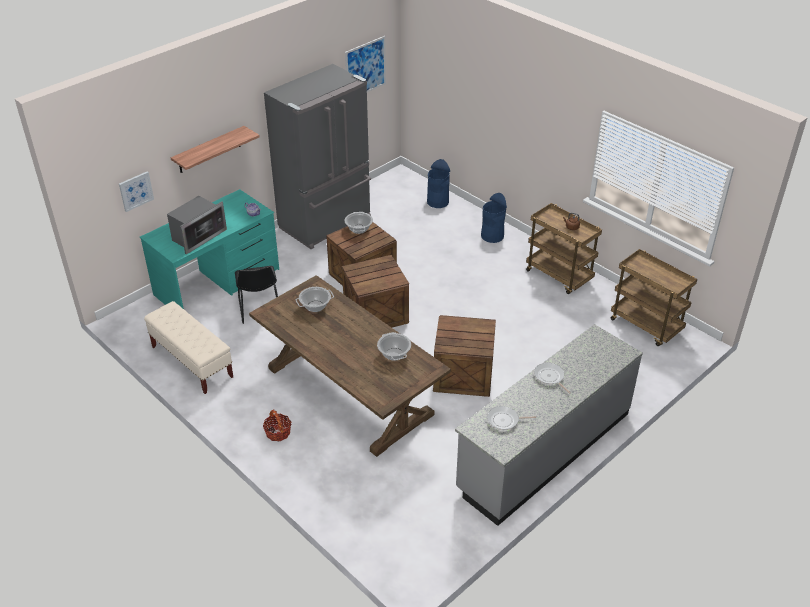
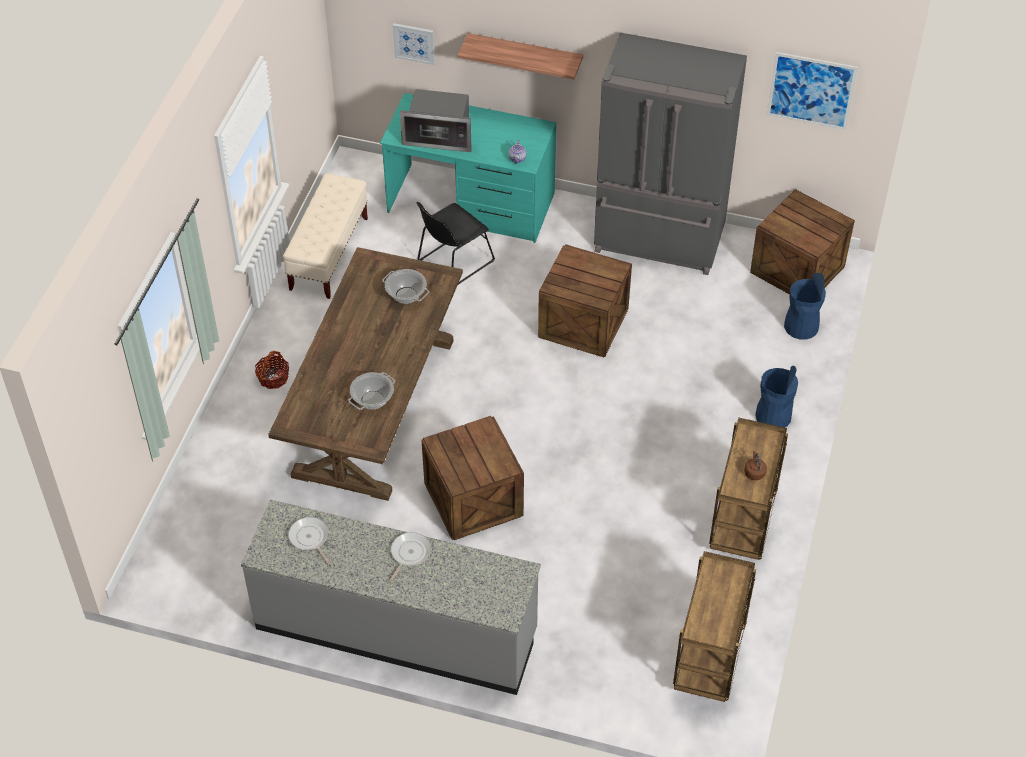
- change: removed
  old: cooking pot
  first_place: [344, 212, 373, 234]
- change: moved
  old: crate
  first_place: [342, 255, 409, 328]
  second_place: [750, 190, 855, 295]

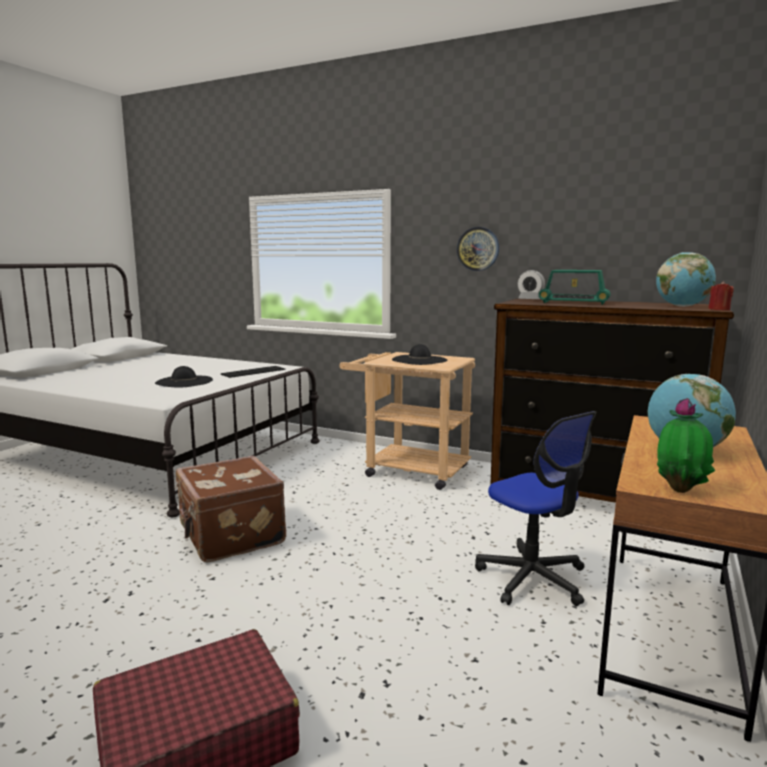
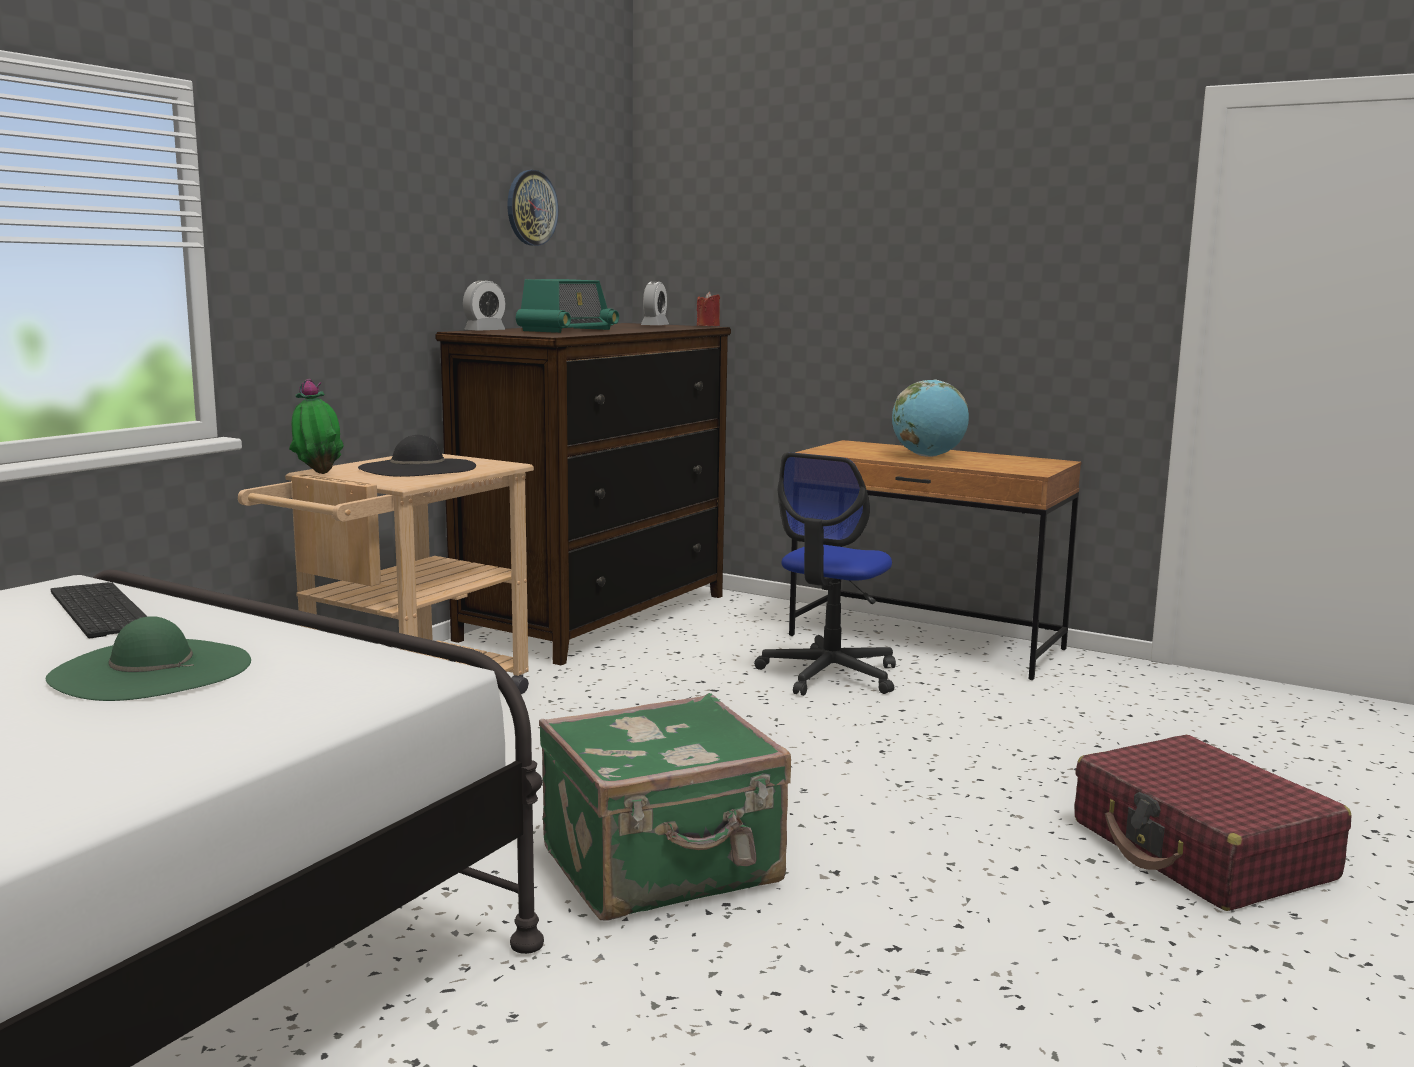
- change: moved
  old: wall clock
  first_place: [457, 227, 499, 271]
  second_place: [507, 170, 558, 246]
- change: replaced
  old: globe
  new: alarm clock
  first_place: [656, 252, 716, 307]
  second_place: [641, 281, 669, 325]
- change: recoloured
  old: hat (black)
  new: hat (green)
  first_place: [155, 366, 213, 387]
  second_place: [46, 616, 251, 701]
- change: moved
  old: potted plant
  first_place: [657, 398, 715, 493]
  second_place: [289, 378, 344, 474]
- change: turned
  old: office chair
  first_place: [475, 411, 596, 606]
  second_place: [754, 452, 896, 696]
  degrees: 150
- change: recoloured
  old: suitcase (brown)
  new: suitcase (green)
  first_place: [175, 456, 286, 563]
  second_place: [539, 693, 791, 920]

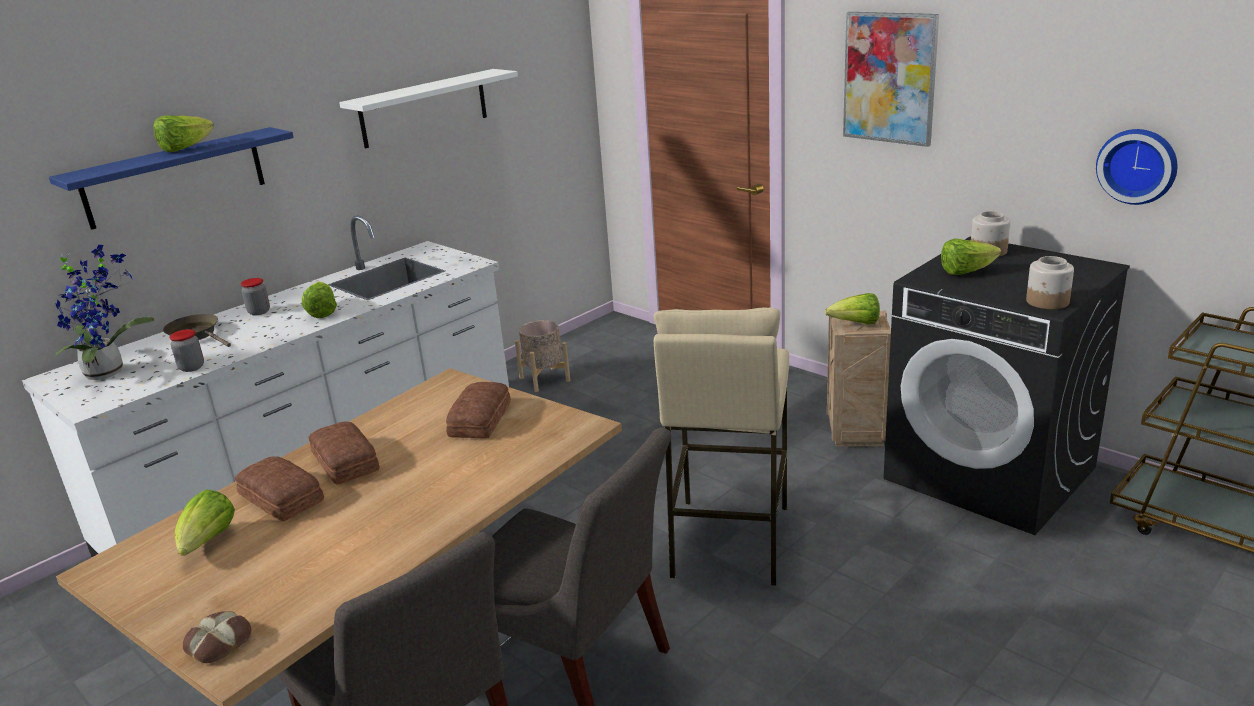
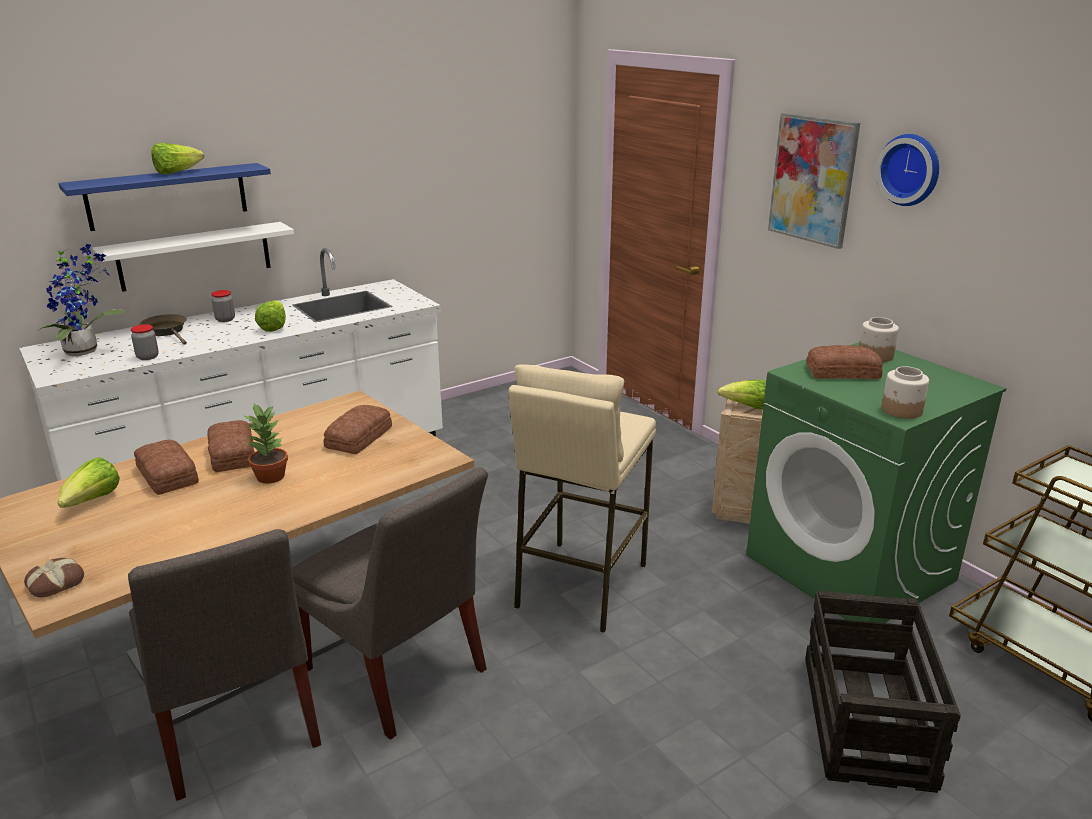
- change: moved
  old: shelf (white)
  first_place: [339, 69, 518, 148]
  second_place: [93, 222, 294, 292]
- change: moved
  old: wall clock
  first_place: [1096, 129, 1178, 205]
  second_place: [876, 134, 939, 206]
- change: recoloured
  old: washing machine (black)
  new: washing machine (green)
  first_place: [883, 237, 1130, 535]
  second_place: [746, 342, 1007, 623]
- change: replaced
  old: lettuce
  new: bread
  first_place: [941, 238, 1001, 275]
  second_place: [806, 345, 883, 379]
- change: removed
  old: planter (beige)
  first_place: [515, 320, 570, 392]
- change: added
  new: potted plant
  second_place: [245, 404, 288, 483]
- change: added
  new: crate
  second_place: [805, 590, 961, 793]

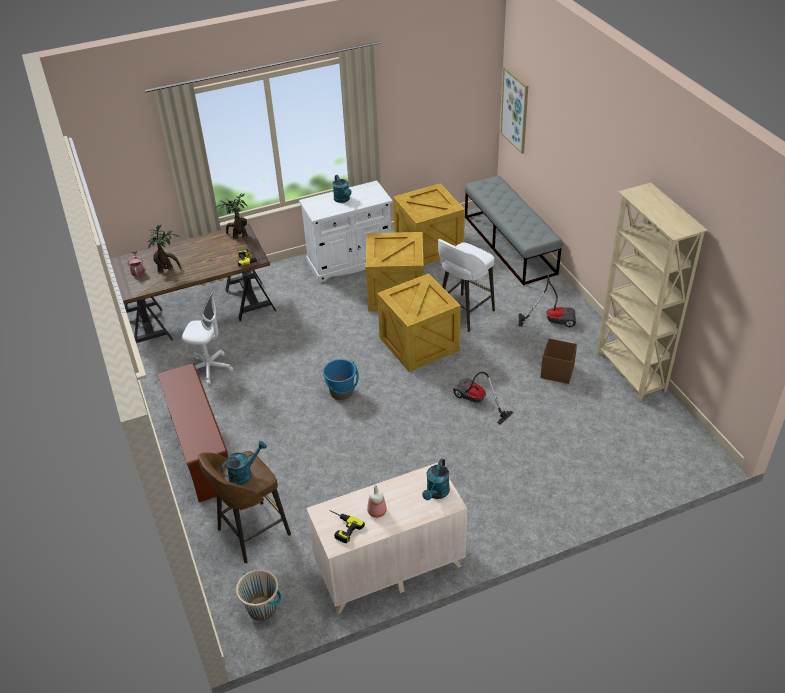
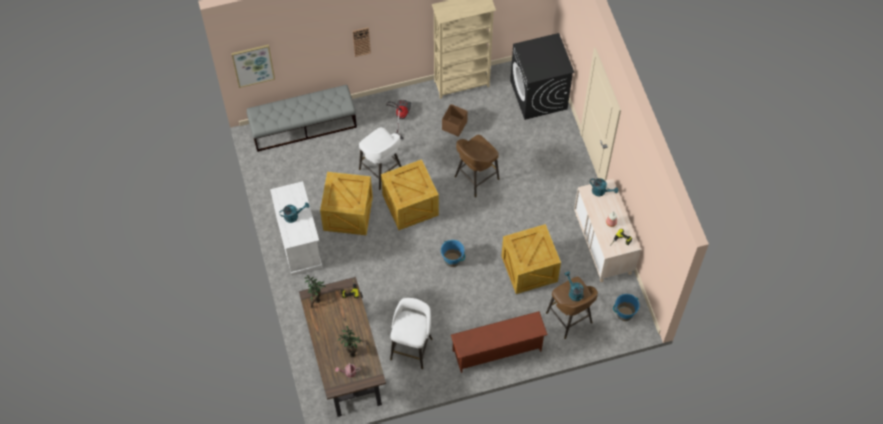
- change: moved
  old: crate
  first_place: [393, 183, 465, 265]
  second_place: [502, 224, 561, 294]
- change: replaced
  old: office chair (white)
  new: stool (white)
  first_place: [182, 290, 233, 385]
  second_place: [390, 298, 433, 369]
- change: replaced
  old: vacuum cleaner
  new: stool (brown)
  first_place: [453, 372, 514, 425]
  second_place: [455, 135, 499, 197]
- change: recoloured
  old: bucket (beige)
  new: bucket (blue)
  first_place: [236, 569, 281, 621]
  second_place: [613, 294, 639, 321]
- change: added
  new: wall clock
  second_place: [353, 27, 371, 57]
- change: added
  new: washing machine (black)
  second_place: [510, 33, 574, 120]

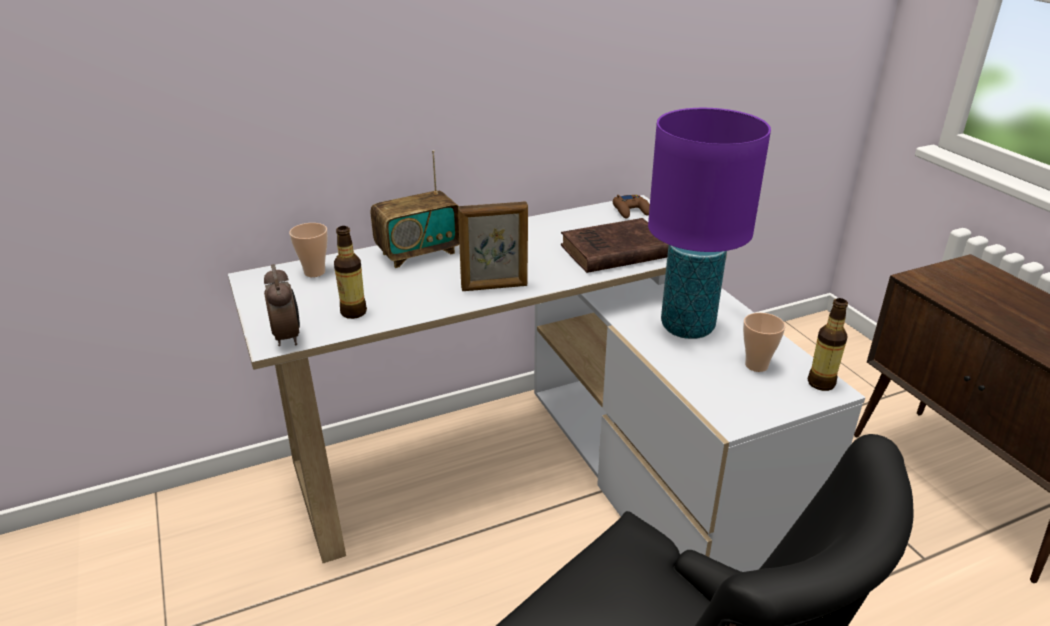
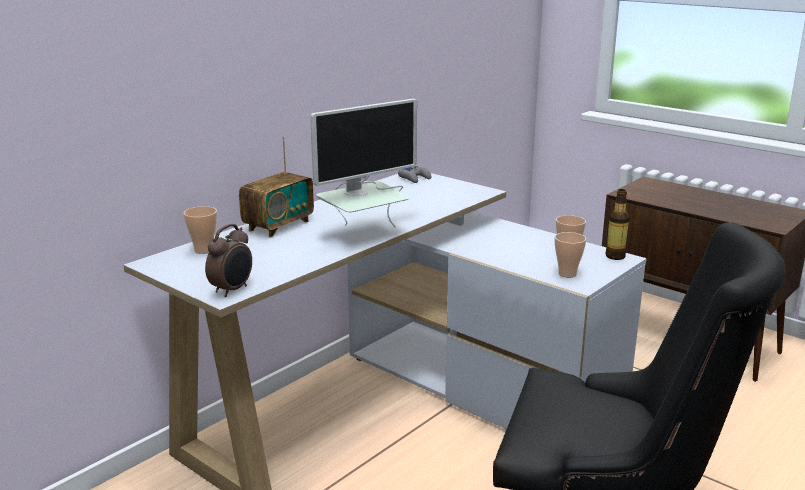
- change: removed
  old: table lamp (purple)
  first_place: [648, 108, 771, 339]
- change: recoloured
  old: game controller (brown)
  new: game controller (grey)
  first_place: [613, 195, 650, 218]
  second_place: [398, 166, 432, 183]
- change: replaced
  old: picture frame
  new: monitor
  first_place: [458, 201, 528, 291]
  second_place: [310, 99, 417, 227]
- change: removed
  old: book (brown)
  first_place: [561, 218, 669, 273]
- change: removed
  old: bottle
  first_place: [334, 226, 367, 319]
- change: turned
  old: alarm clock
  first_place: [264, 264, 300, 346]
  second_place: [205, 224, 252, 297]
  degrees: 75
- change: added
  new: cup
  second_place: [555, 232, 586, 278]

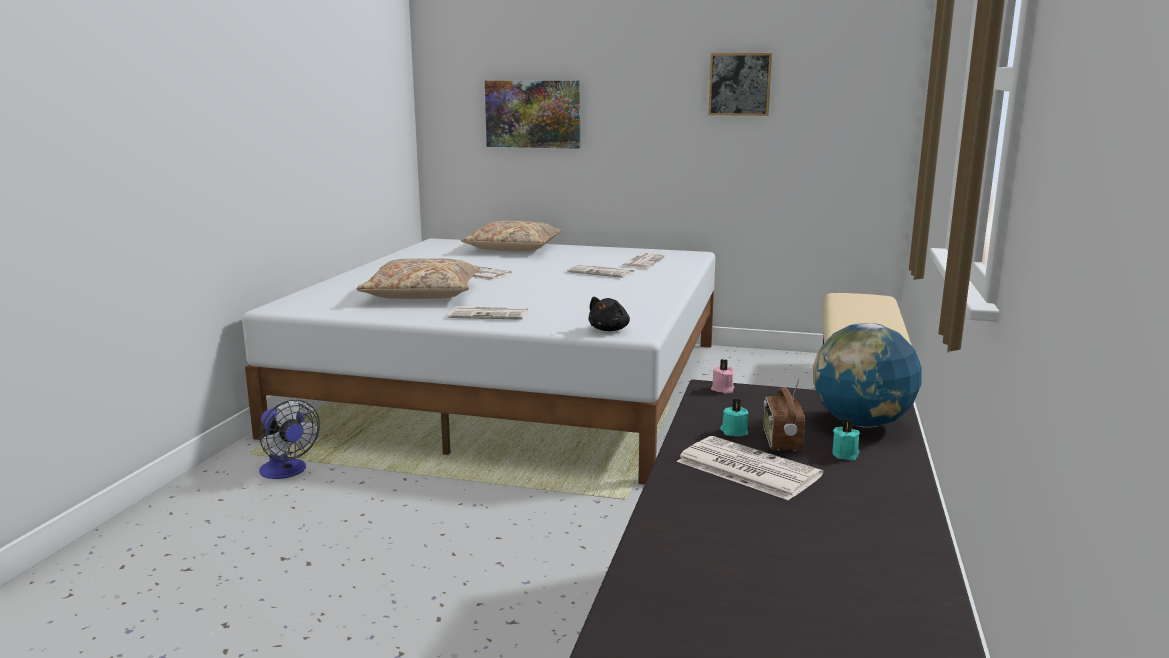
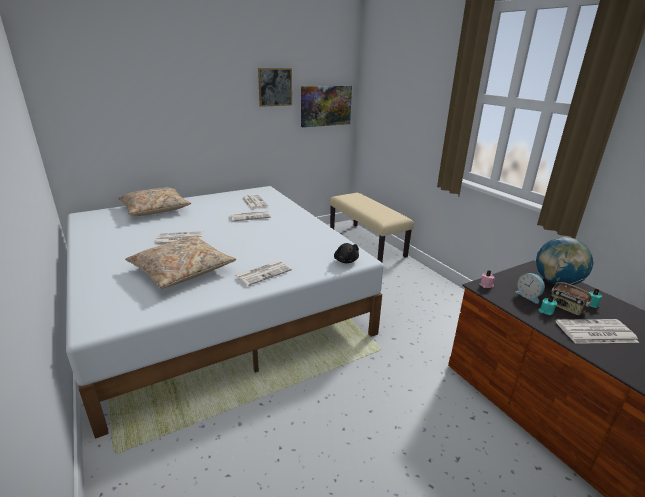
- change: moved
  old: picture
  first_place: [485, 81, 580, 149]
  second_place: [301, 86, 352, 127]
- change: removed
  old: fan
  first_place: [259, 400, 320, 479]
- change: added
  new: alarm clock
  second_place: [515, 273, 545, 304]

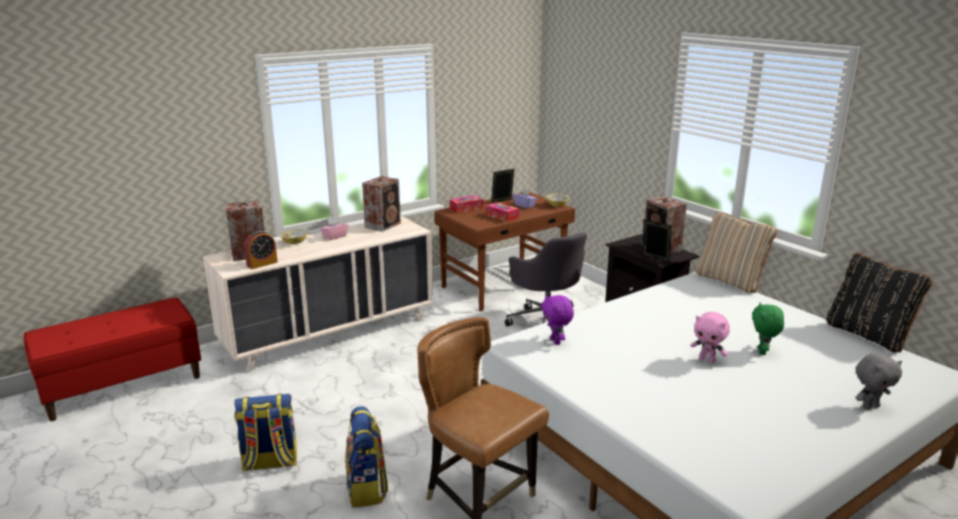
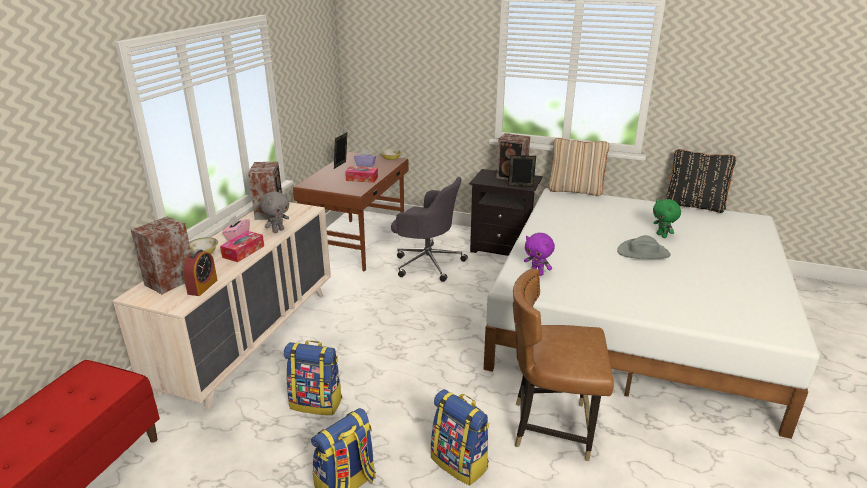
- change: moved
  old: tissue box
  first_place: [450, 195, 483, 213]
  second_place: [220, 231, 264, 262]
- change: replaced
  old: plush toy (pink)
  new: hat (grey)
  first_place: [691, 312, 730, 363]
  second_place: [617, 235, 671, 259]
- change: moved
  old: plush toy (grey)
  first_place: [856, 353, 902, 410]
  second_place: [260, 192, 289, 233]
- change: added
  new: backpack
  second_place: [284, 341, 343, 415]

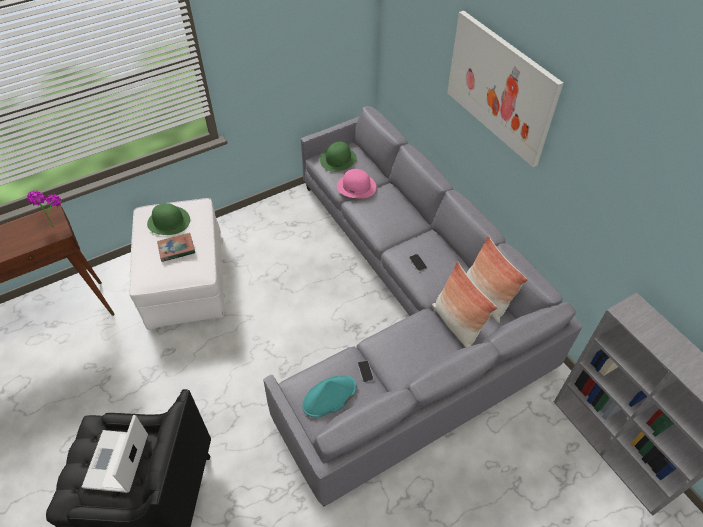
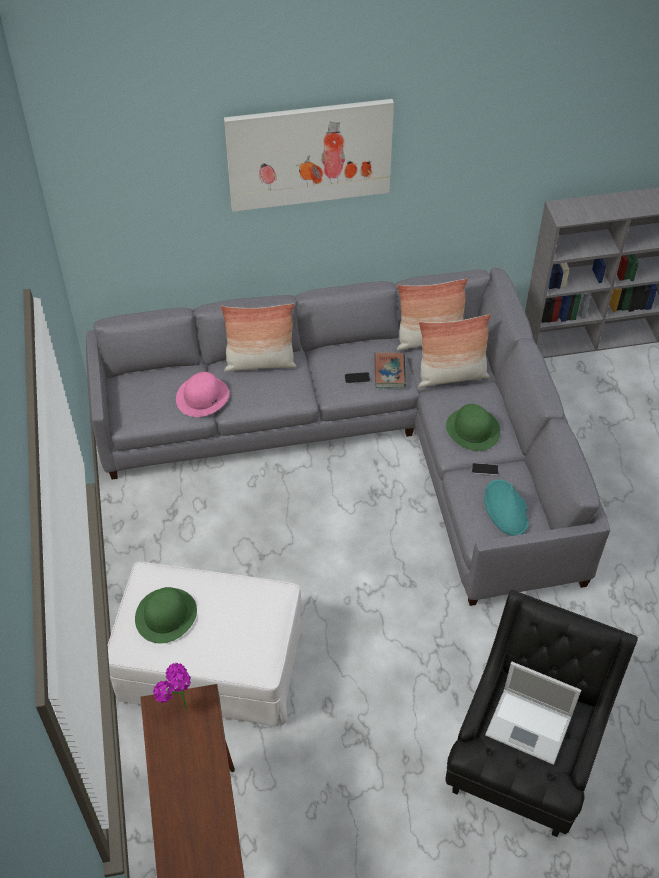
- change: moved
  old: hat (green)
  first_place: [320, 141, 357, 172]
  second_place: [446, 404, 500, 451]
- change: moved
  old: book
  first_place: [157, 233, 195, 262]
  second_place: [375, 352, 406, 388]
- change: added
  new: pillow
  second_place: [221, 304, 297, 372]

